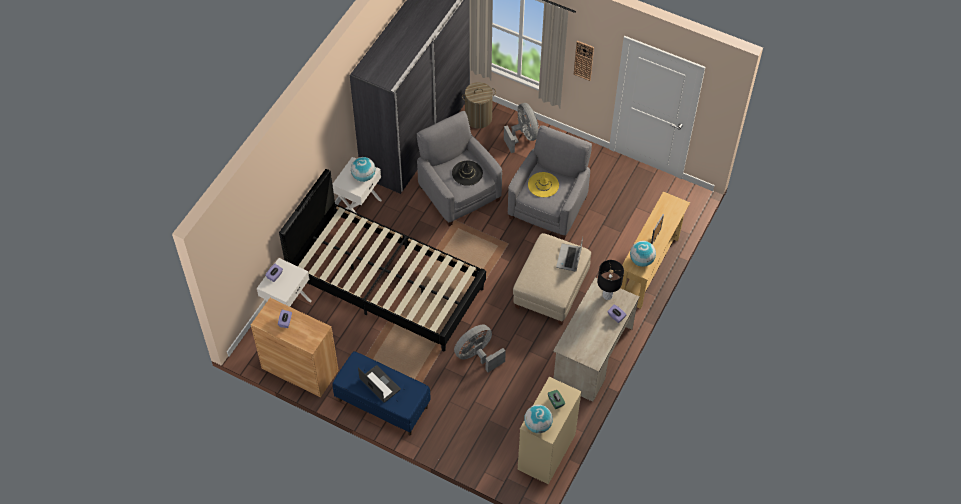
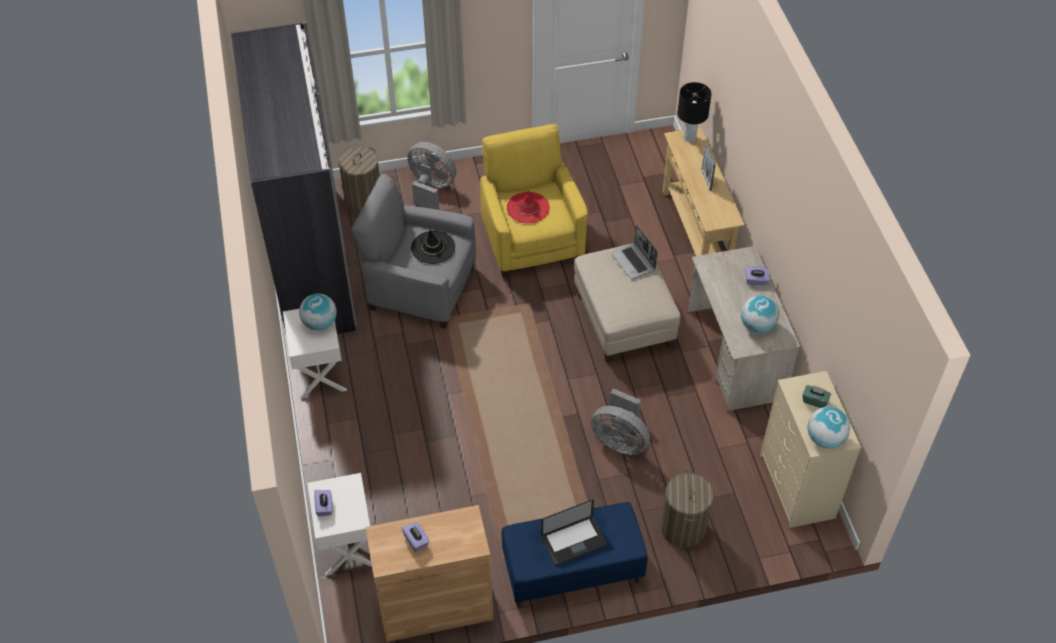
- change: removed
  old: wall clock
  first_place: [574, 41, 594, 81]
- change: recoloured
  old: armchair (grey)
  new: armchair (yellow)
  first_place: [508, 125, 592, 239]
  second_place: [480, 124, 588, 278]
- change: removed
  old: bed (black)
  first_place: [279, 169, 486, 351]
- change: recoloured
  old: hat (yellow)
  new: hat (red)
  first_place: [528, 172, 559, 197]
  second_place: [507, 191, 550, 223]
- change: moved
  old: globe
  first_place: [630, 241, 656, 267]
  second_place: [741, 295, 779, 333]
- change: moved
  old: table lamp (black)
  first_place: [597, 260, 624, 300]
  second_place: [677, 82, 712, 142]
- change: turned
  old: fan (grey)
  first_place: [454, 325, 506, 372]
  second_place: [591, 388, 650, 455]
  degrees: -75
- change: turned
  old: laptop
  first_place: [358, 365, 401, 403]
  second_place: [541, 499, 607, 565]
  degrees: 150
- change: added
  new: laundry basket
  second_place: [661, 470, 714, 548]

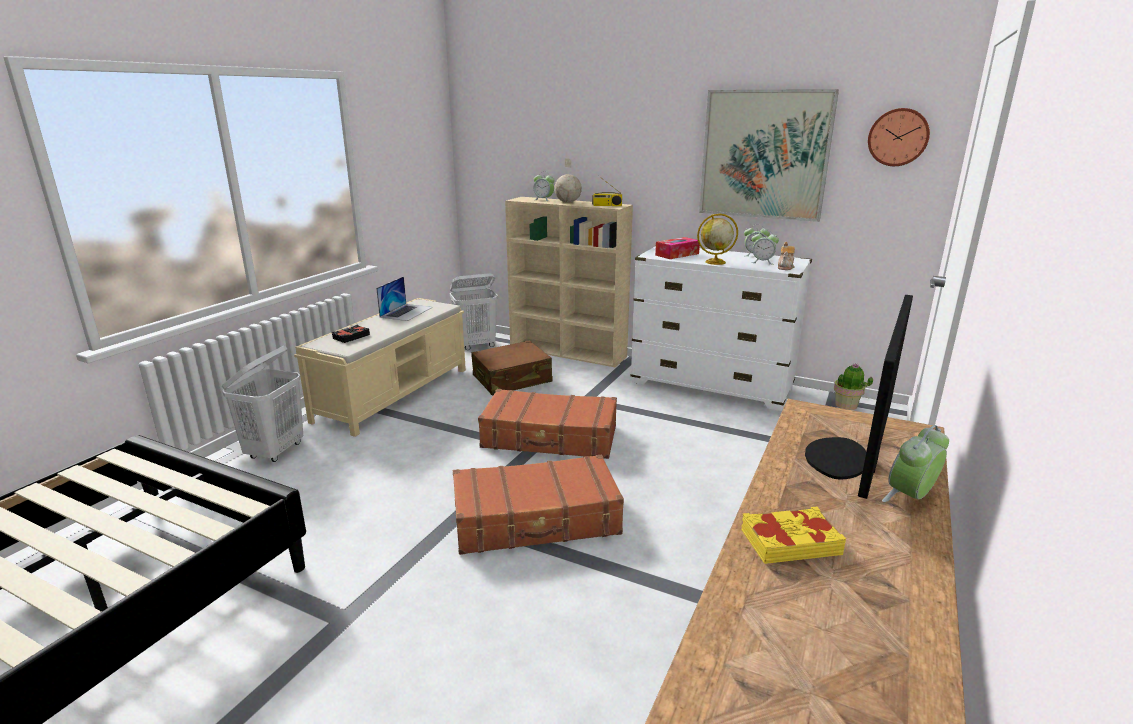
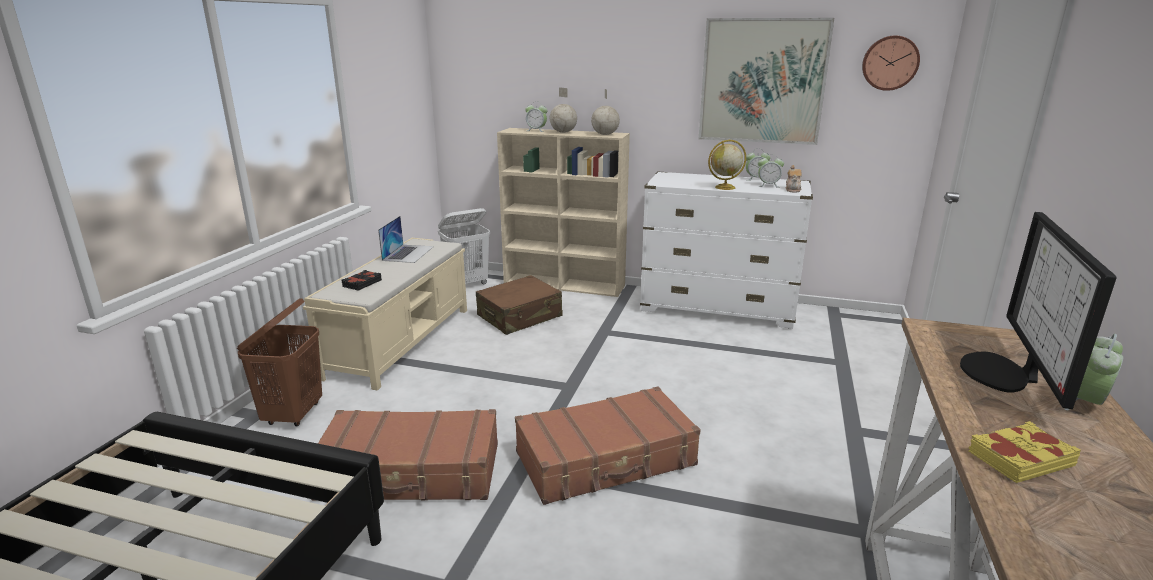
- change: replaced
  old: radio
  new: globe
  first_place: [592, 176, 622, 206]
  second_place: [591, 89, 620, 135]
- change: removed
  old: tissue box
  first_place: [655, 237, 700, 259]
- change: recoloured
  old: laundry basket (white)
  new: laundry basket (brown)
  first_place: [222, 346, 303, 462]
  second_place: [237, 298, 322, 426]
- change: removed
  old: potted plant
  first_place: [834, 363, 873, 410]
- change: moved
  old: suitcase (brown)
  first_place: [478, 389, 617, 459]
  second_place: [311, 409, 498, 501]

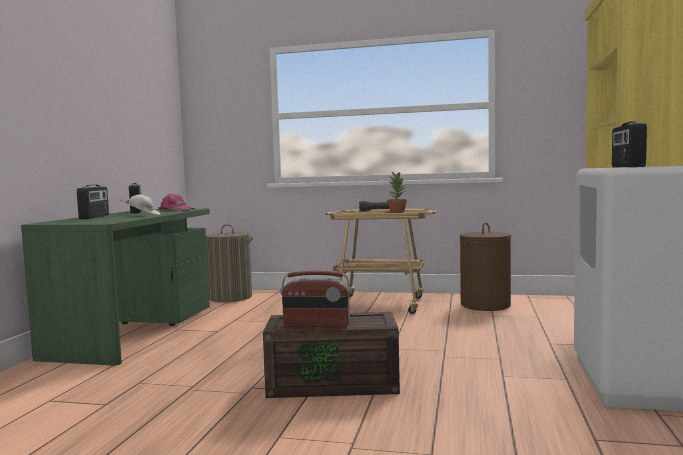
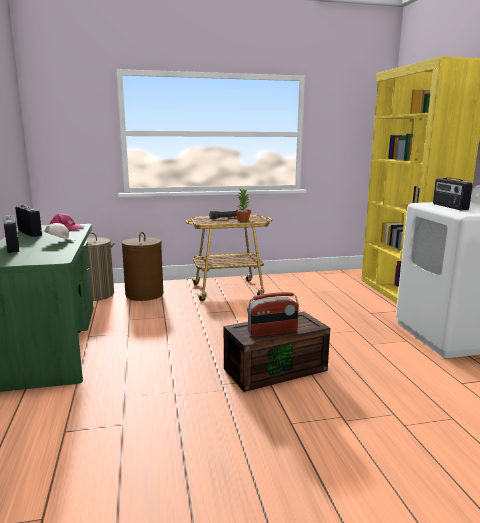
- change: moved
  old: laundry basket (brown)
  first_place: [460, 223, 511, 311]
  second_place: [122, 232, 163, 301]

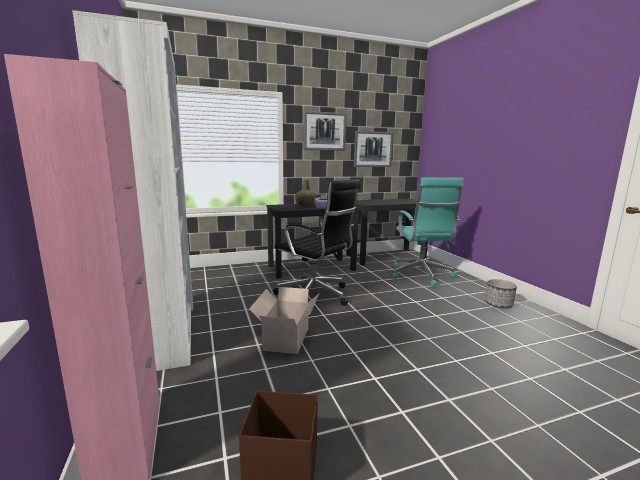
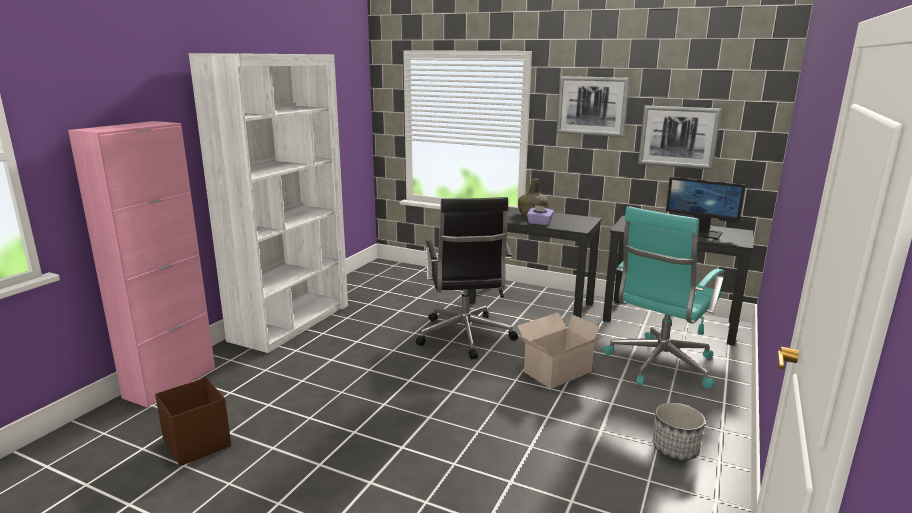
- change: moved
  old: cardboard box
  first_place: [249, 287, 319, 354]
  second_place: [518, 312, 606, 389]
- change: added
  new: monitor
  second_place: [666, 177, 746, 239]

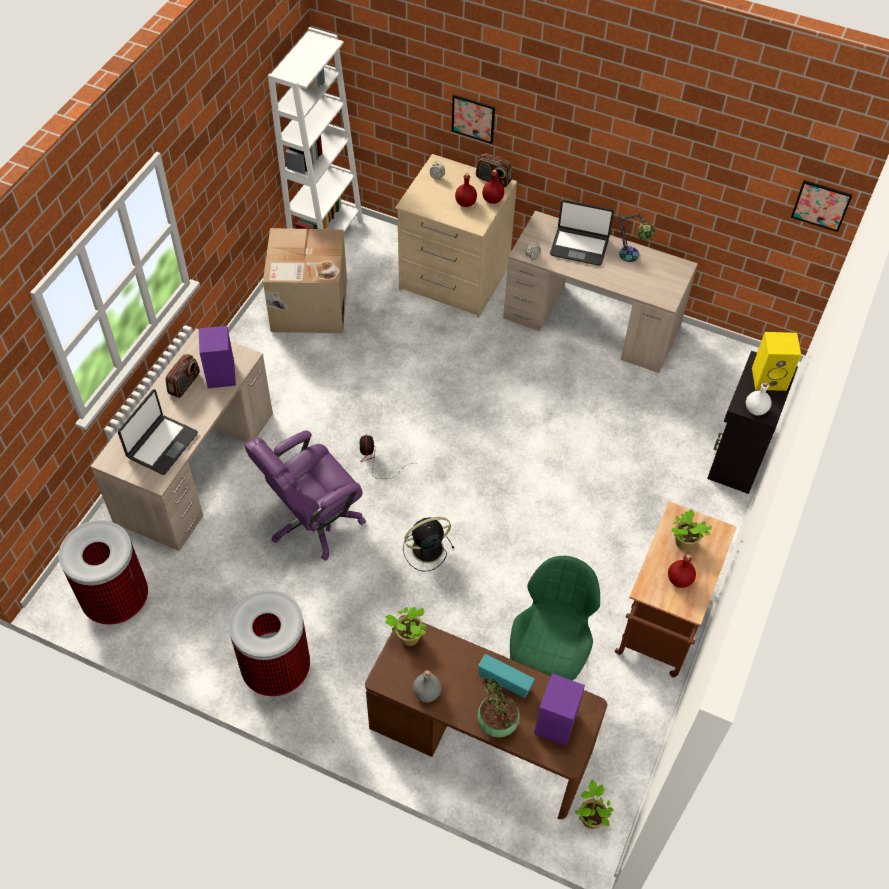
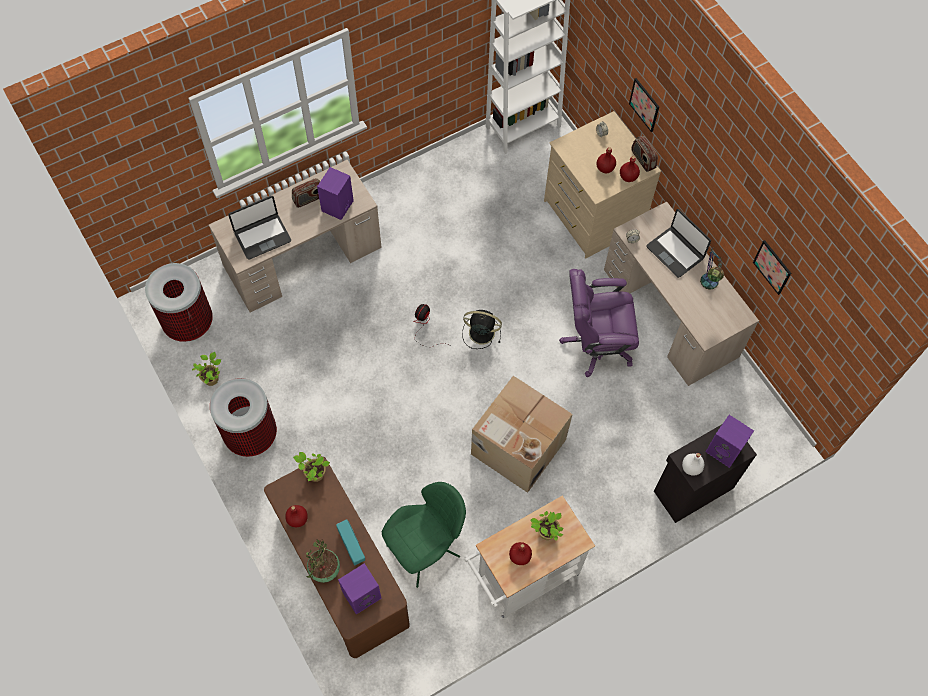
- change: moved
  old: picture
  first_place: [791, 180, 852, 232]
  second_place: [753, 240, 791, 295]
- change: moved
  old: cardboard box
  first_place: [263, 228, 347, 333]
  second_place: [471, 376, 573, 493]
- change: recoloured
  old: speaker (yellow)
  new: speaker (purple)
  first_place: [752, 332, 801, 391]
  second_place: [706, 415, 754, 468]
- change: moved
  old: office chair (purple)
  first_place: [244, 430, 366, 561]
  second_place: [559, 269, 639, 377]
- change: recoloured
  old: cart (brown)
  new: cart (white)
  first_place: [615, 501, 737, 678]
  second_place: [464, 495, 595, 618]
- change: moved
  old: fan (black)
  first_place: [403, 517, 454, 572]
  second_place: [462, 310, 502, 349]
- change: recoloured
  old: bottle (grey)
  new: bottle (red)
  first_place: [413, 670, 442, 703]
  second_place: [285, 505, 308, 527]
- change: moved
  old: potted plant
  first_place: [575, 780, 614, 829]
  second_place: [192, 352, 221, 386]

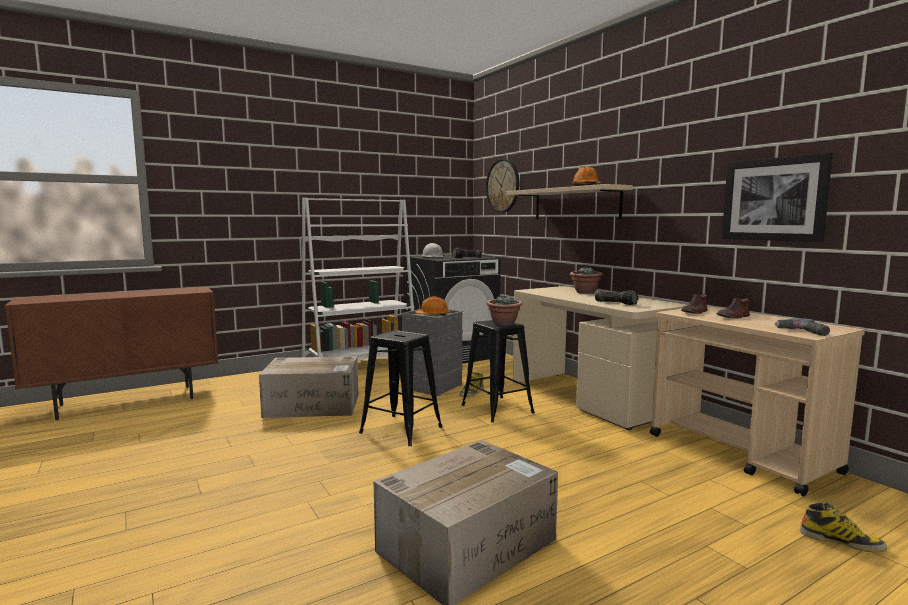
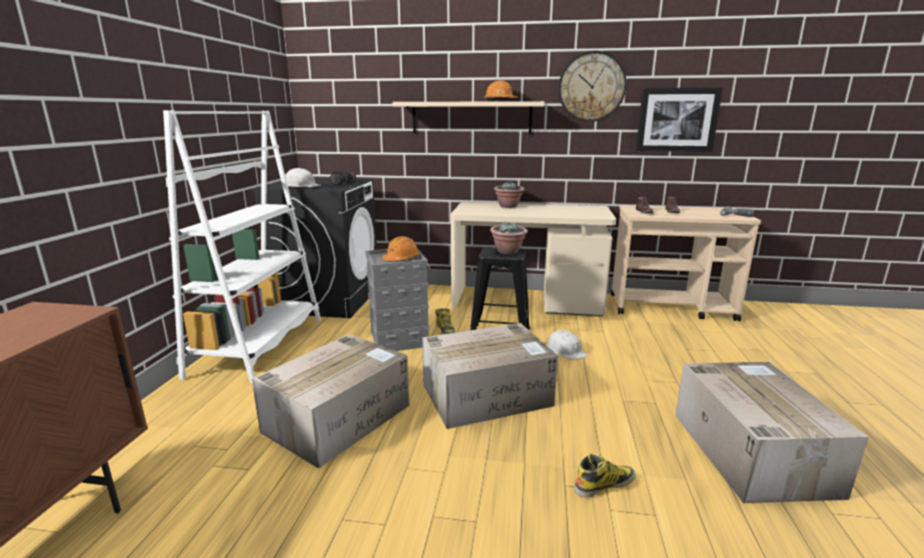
- change: moved
  old: wall clock
  first_place: [486, 159, 519, 212]
  second_place: [558, 51, 627, 122]
- change: removed
  old: flashlight
  first_place: [595, 290, 638, 305]
- change: replaced
  old: stool (black)
  new: cardboard box
  first_place: [359, 330, 442, 446]
  second_place: [422, 323, 558, 429]
- change: moved
  old: boot
  first_place: [800, 501, 887, 552]
  second_place: [574, 453, 635, 498]
- change: added
  new: hard hat (white)
  second_place: [546, 330, 587, 360]

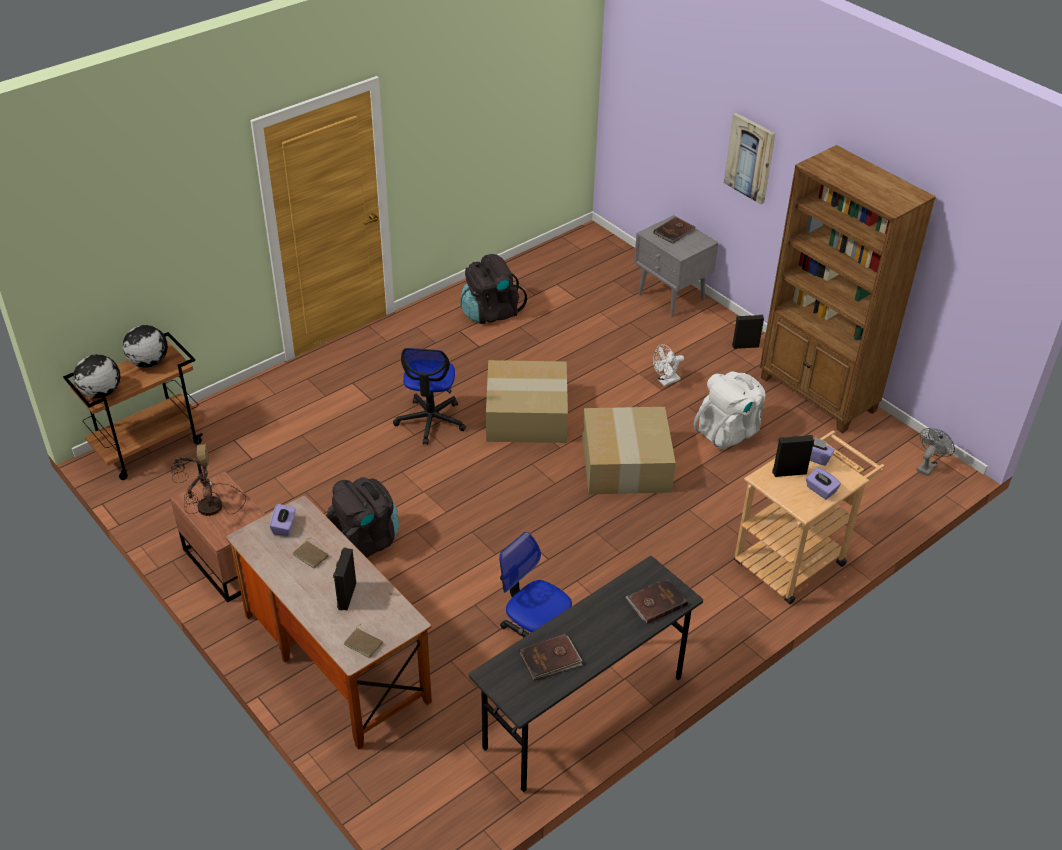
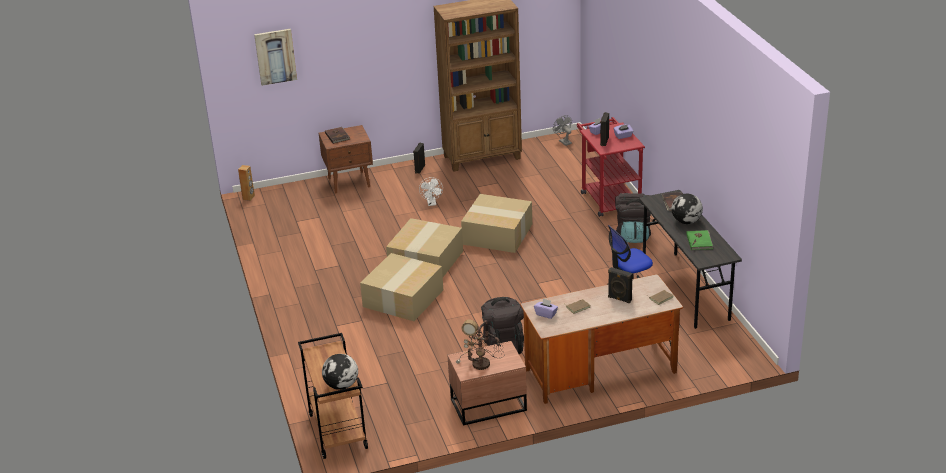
- change: moved
  old: picture
  first_place: [724, 113, 775, 204]
  second_place: [254, 29, 297, 86]
- change: recoloured
  old: nightstand (grey)
  new: nightstand (brown)
  first_place: [634, 215, 718, 317]
  second_place: [319, 125, 373, 194]
- change: moved
  old: backpack (black)
  first_place: [460, 254, 527, 324]
  second_place: [615, 193, 651, 243]
- change: moved
  old: globe
  first_place: [123, 325, 168, 368]
  second_place: [671, 194, 703, 224]
- change: replaced
  old: office chair
  new: cardboard box
  first_place: [393, 348, 466, 445]
  second_place: [360, 253, 443, 321]
- change: removed
  old: backpack (white)
  first_place: [694, 372, 766, 450]
- change: recoloured
  old: cart (beige)
  new: cart (red)
  first_place: [734, 431, 885, 604]
  second_place: [577, 117, 645, 217]
- change: recoloured
  old: book (brown)
  new: book (green)
  first_place: [519, 634, 582, 680]
  second_place: [686, 230, 713, 250]
- change: added
  new: speaker (brown)
  second_place: [238, 165, 255, 201]

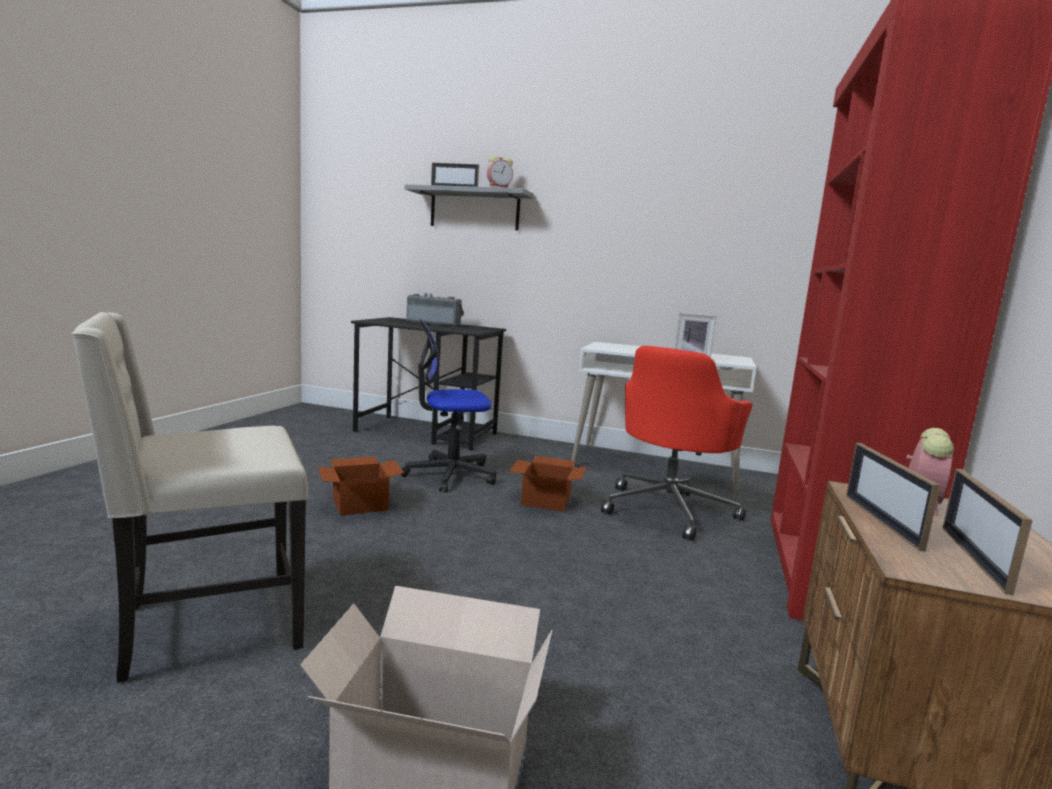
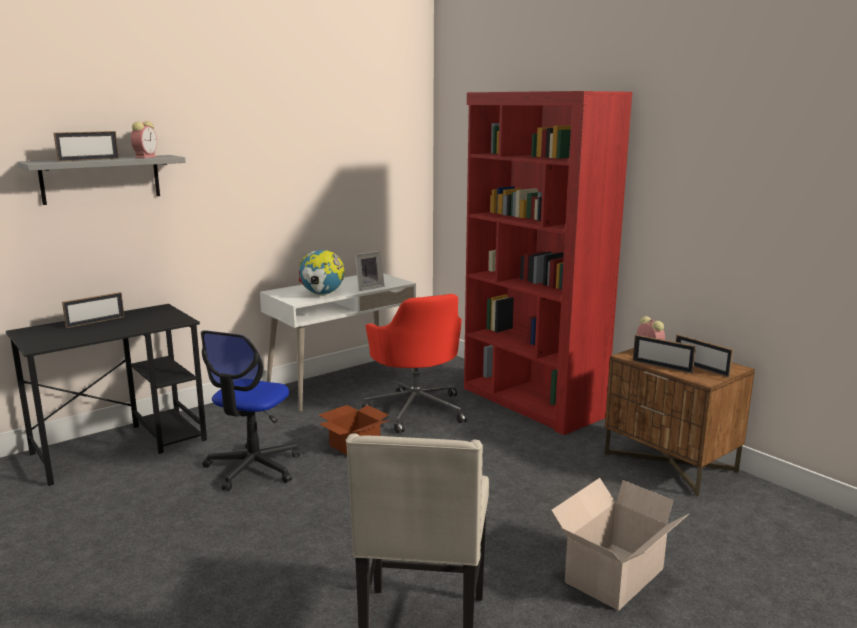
- change: replaced
  old: radio
  new: picture frame
  first_place: [406, 293, 464, 326]
  second_place: [62, 292, 124, 328]
- change: removed
  old: cardboard box
  first_place: [317, 456, 404, 516]
- change: added
  new: globe
  second_place: [299, 250, 344, 296]

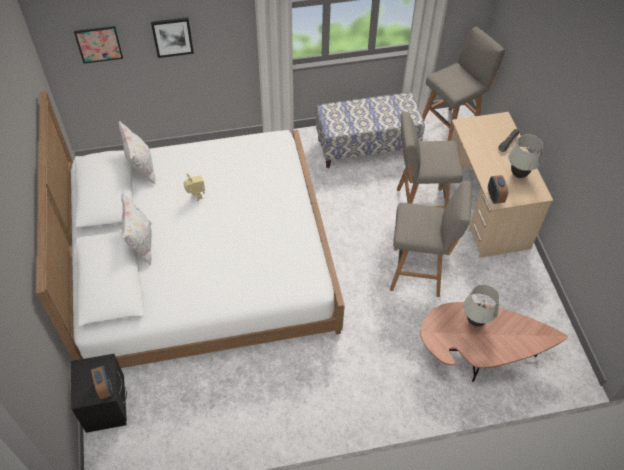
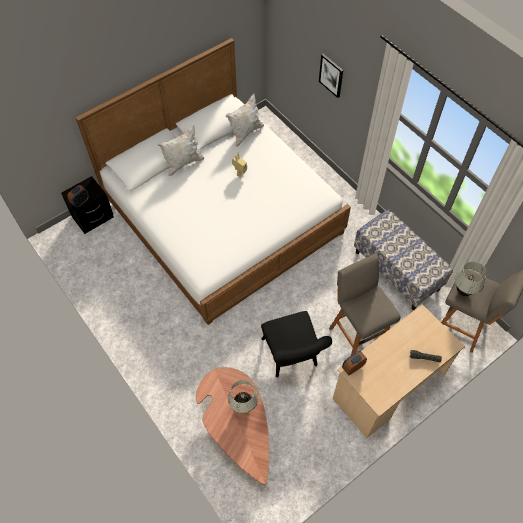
- change: removed
  old: picture
  first_place: [74, 26, 123, 64]
- change: moved
  old: table lamp (white)
  first_place: [508, 134, 543, 178]
  second_place: [454, 261, 487, 296]
- change: replaced
  old: stool (grey)
  new: chair (black)
  first_place: [390, 181, 471, 297]
  second_place: [261, 311, 332, 378]

